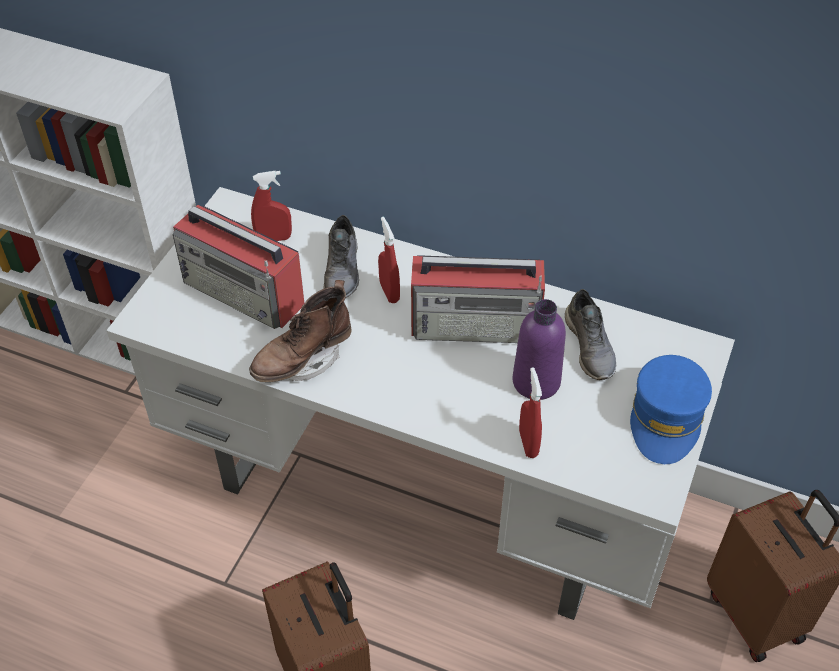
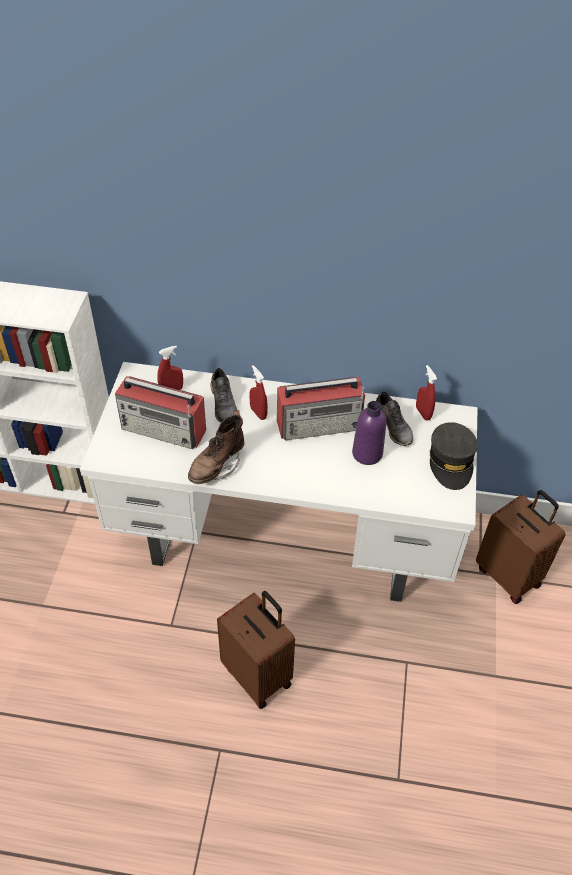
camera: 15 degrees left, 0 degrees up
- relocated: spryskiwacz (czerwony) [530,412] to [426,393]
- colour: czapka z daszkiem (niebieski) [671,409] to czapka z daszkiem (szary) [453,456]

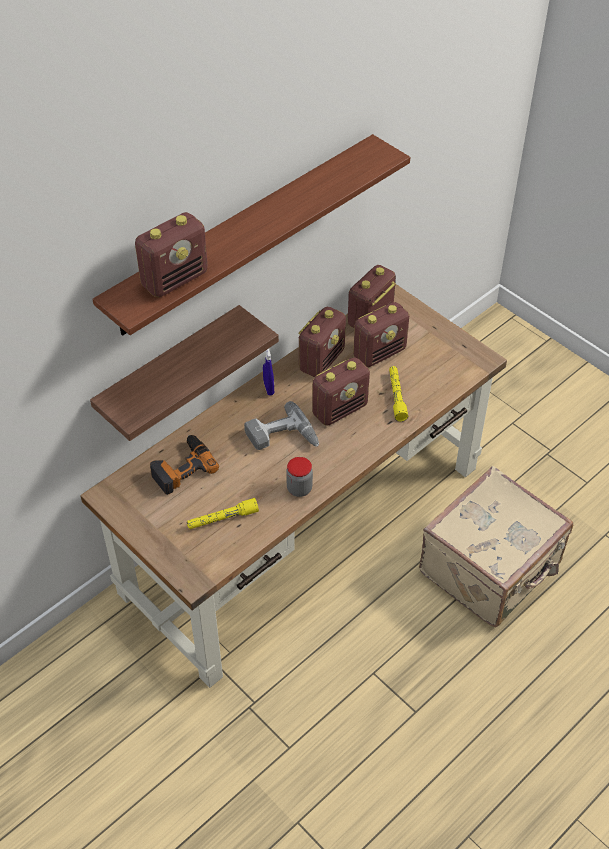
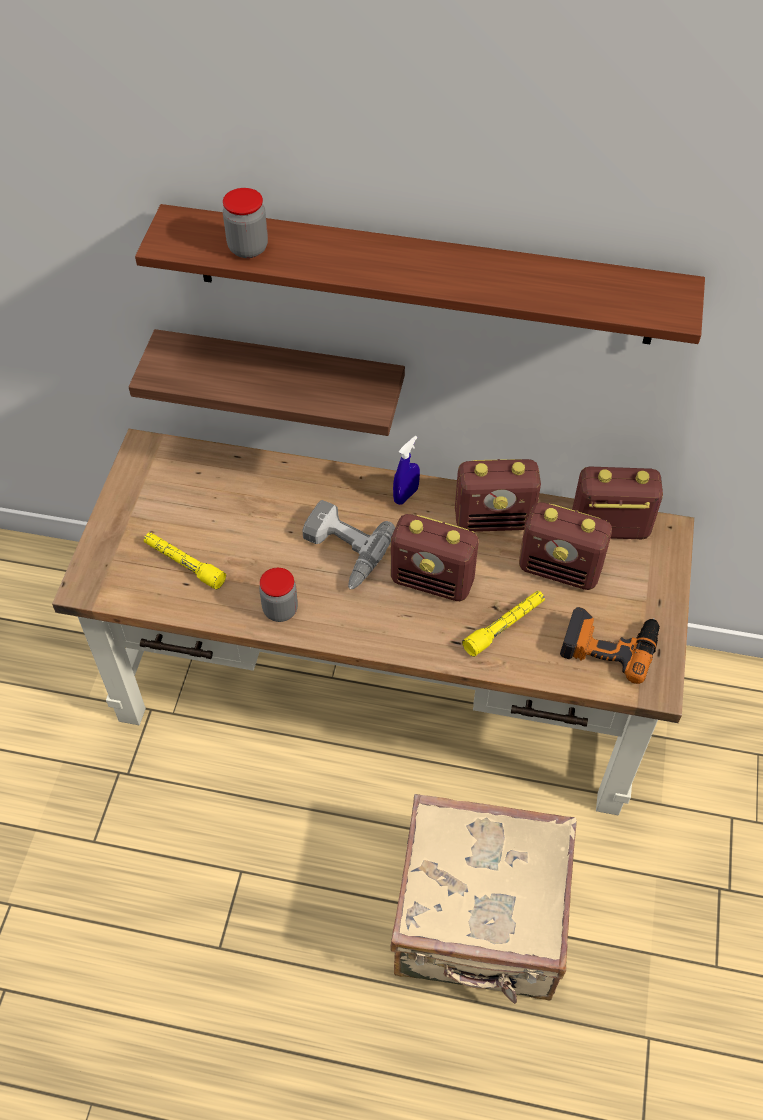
camera: 55 degrees right, 5 degrees up
- exchanged: radio [171,254] to słoik [245,223]
- relocated: wiertarka [184,465] to [610,645]

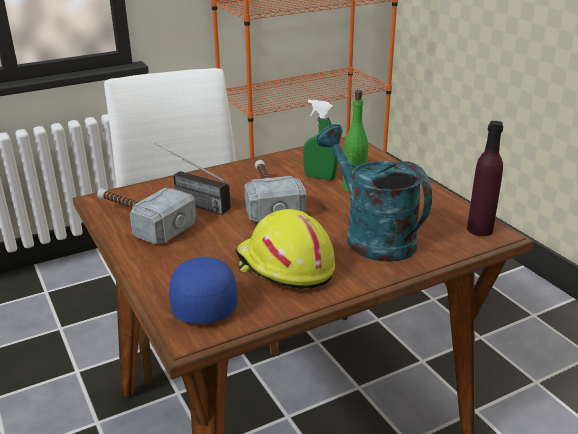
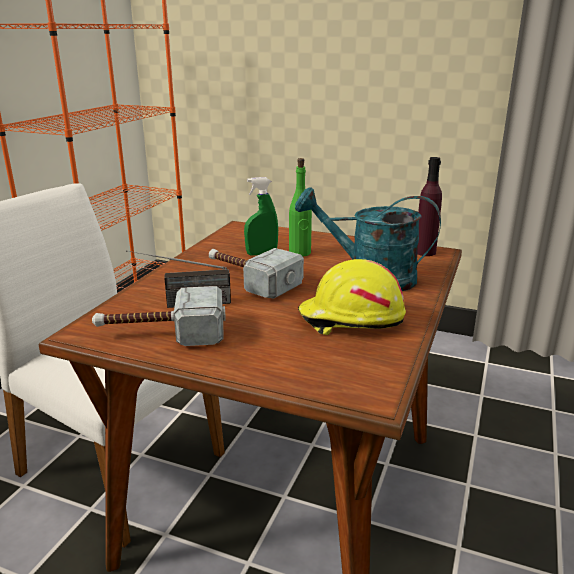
camera: 40 degrees left, 5 degrees down
- missing: czapka z daszkiem (niebieski) [203,290]

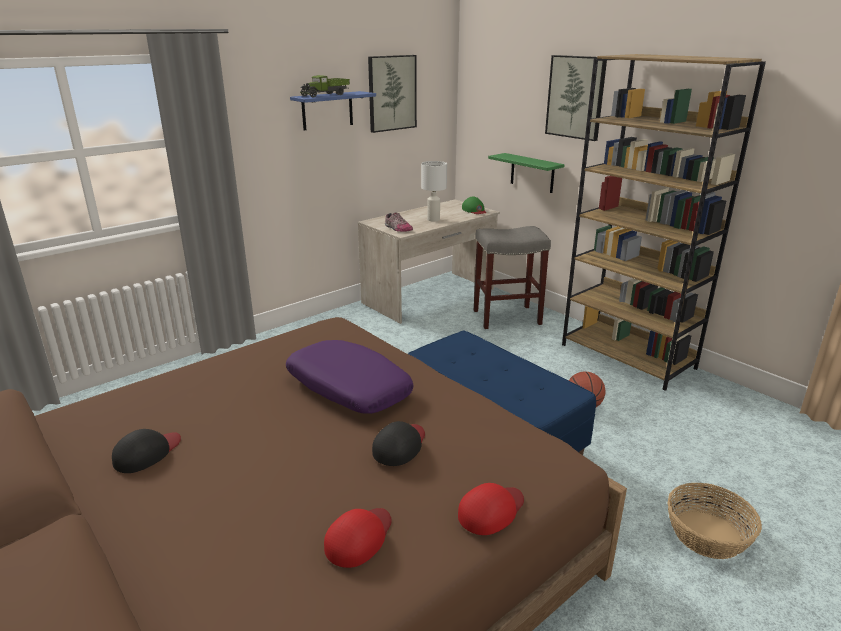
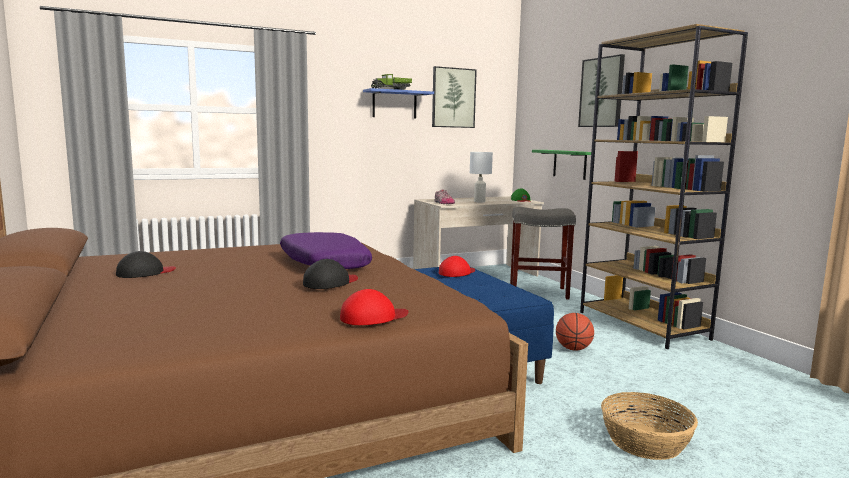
camera: 15 degrees right, 15 degrees down
- relocated: czapka z daszkiem (czerwony) [358,538] to [457,266]

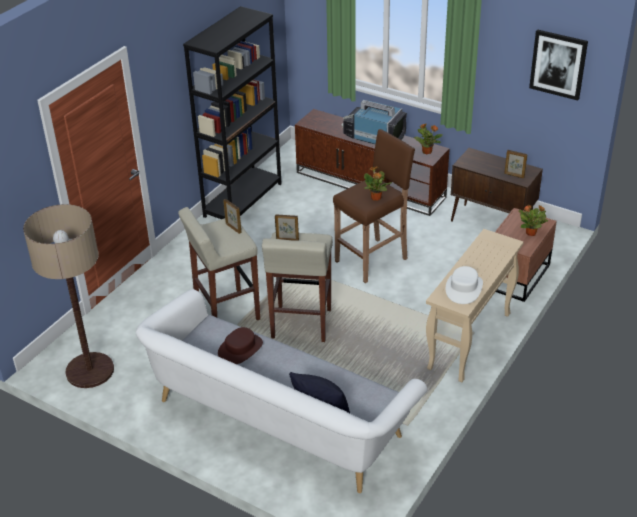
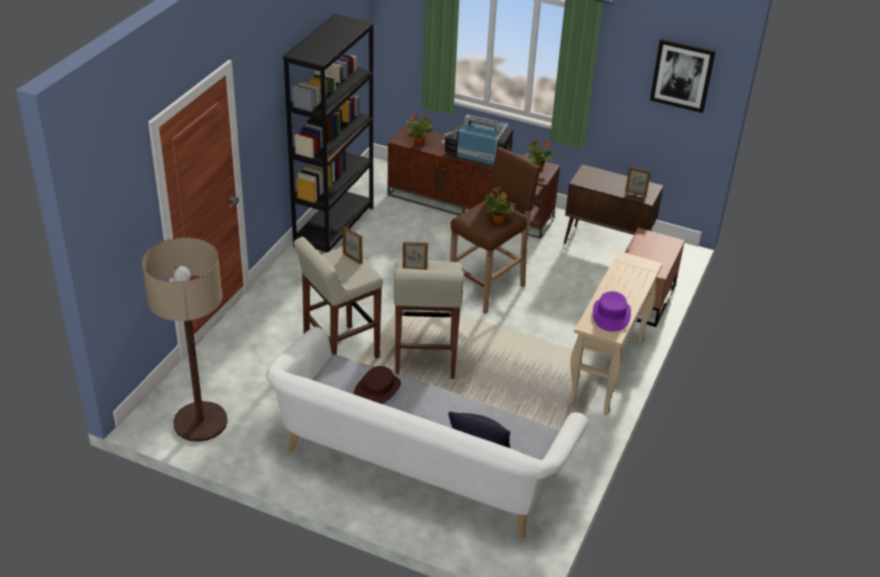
camera: 10 degrees left, 0 degrees up
- relocated: roślina doniczkowa [533,220] to [419,129]
- colour: kapelusz (biały) [464,285] to kapelusz (fioletowy) [612,311]

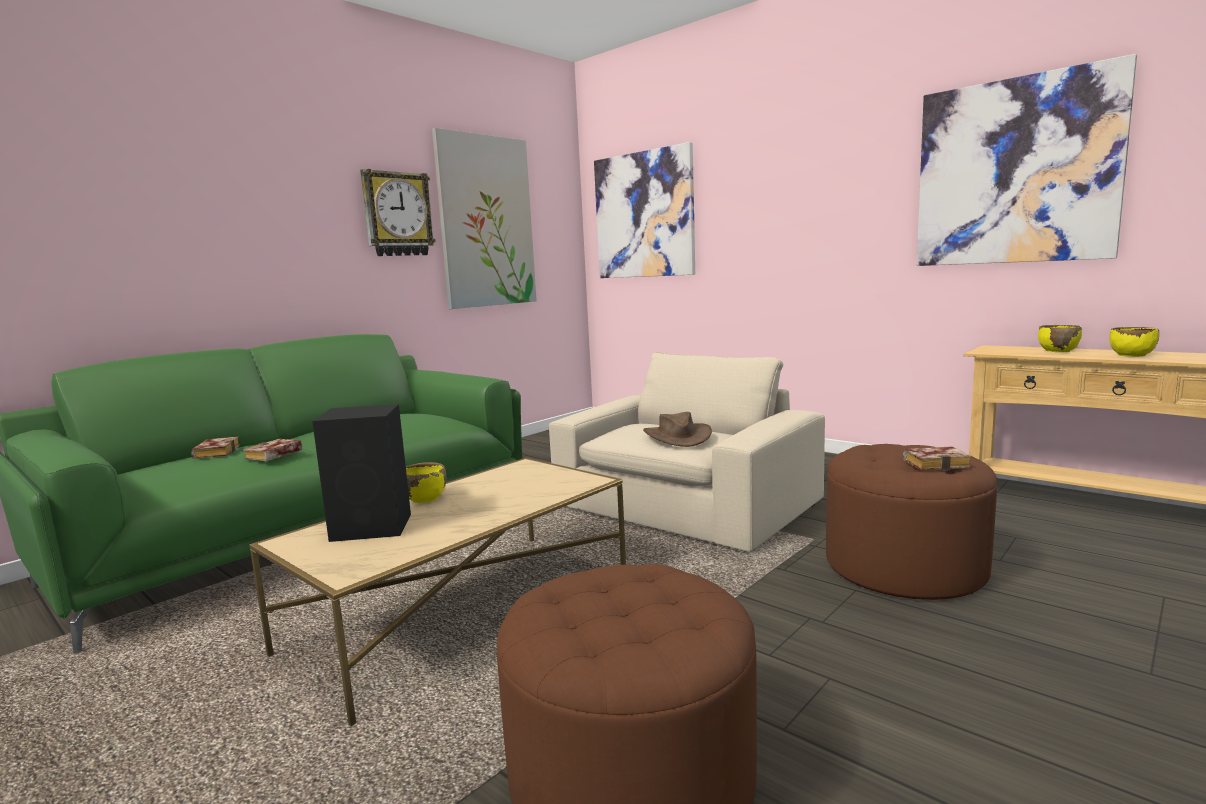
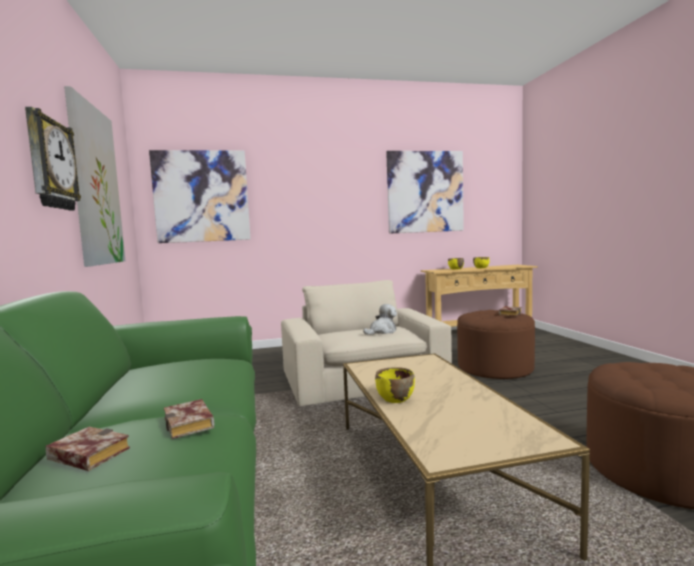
camera: 55 degrees left, 5 degrees down
- exchanged: kapelusz (brązowy) [677,429] to pluszak [380,319]
- missing: głośnik (czarny) [361,473]

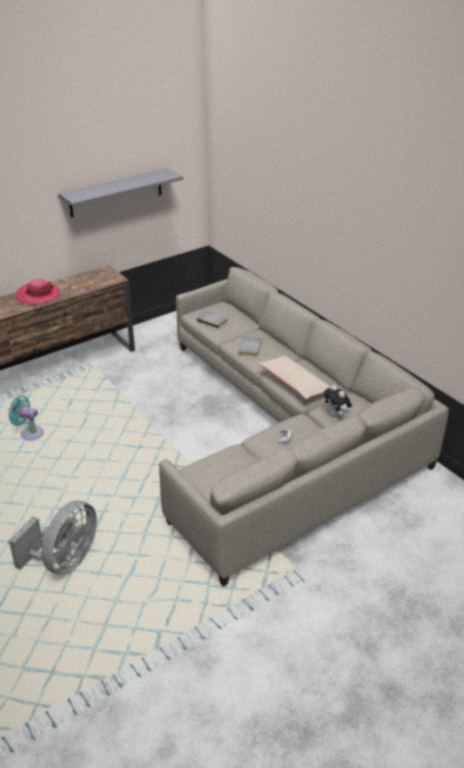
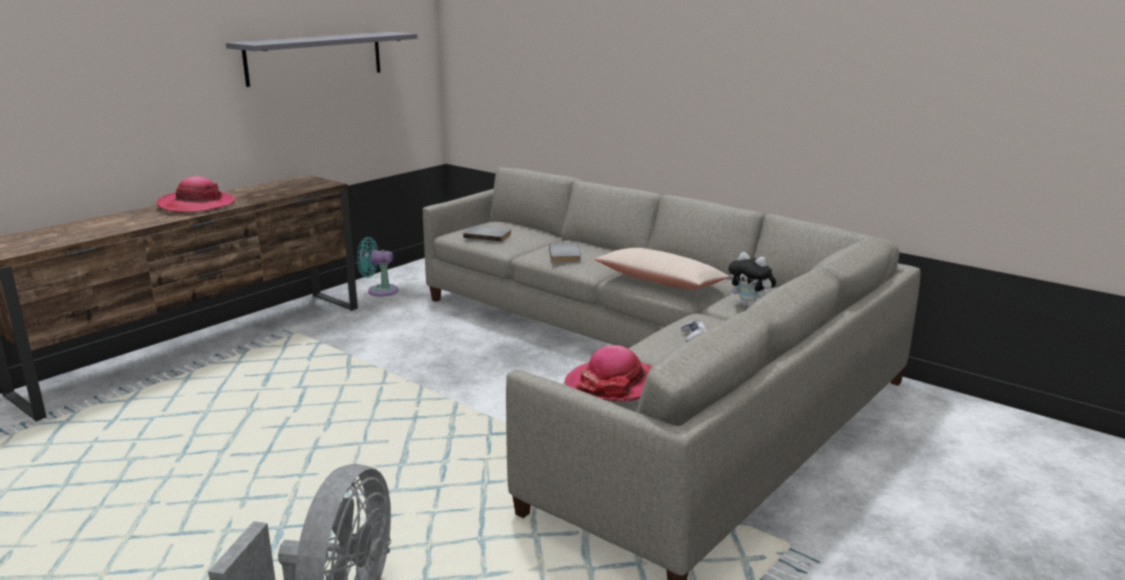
camera: 15 degrees left, 15 degrees down
- relocated: wentylator (turkusowy) [26,417] to [378,266]
- appeared: kapelusz [609,373]

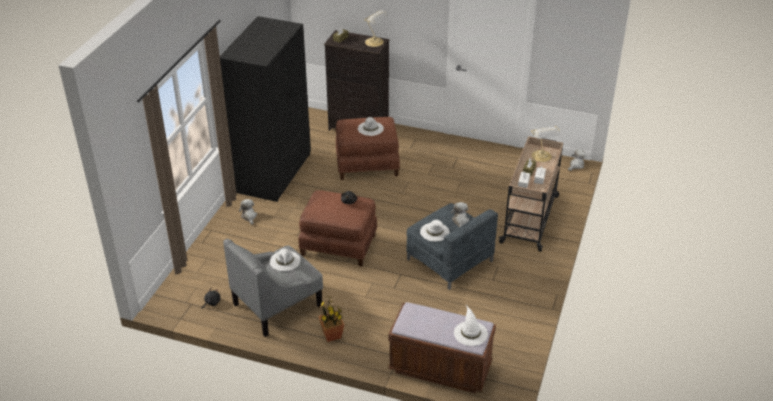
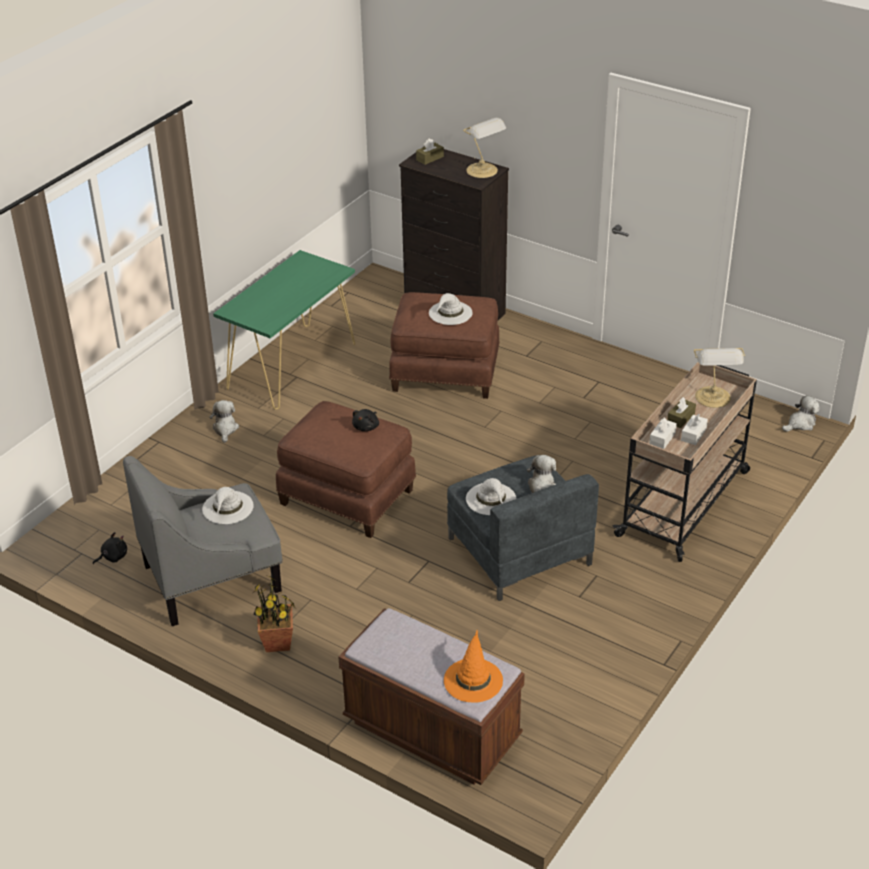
camera: 15 degrees right, 0 degrees up
- exchanged: szafa (czarny) [265,109] to stolik konsolowy (zielony) [284,330]
- colour: kapelusz (biały) [471,325] to kapelusz (pomarańczowy) [473,666]

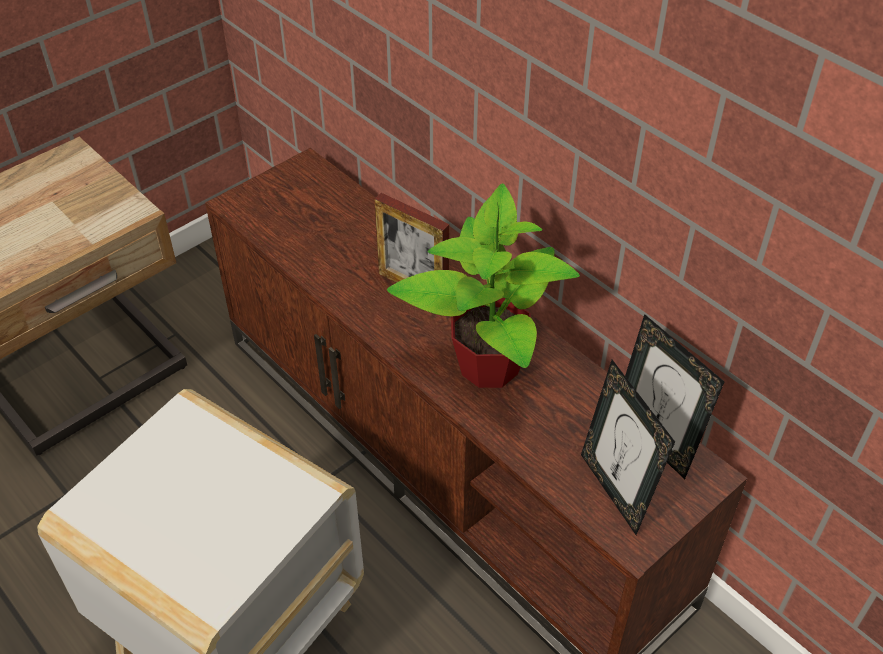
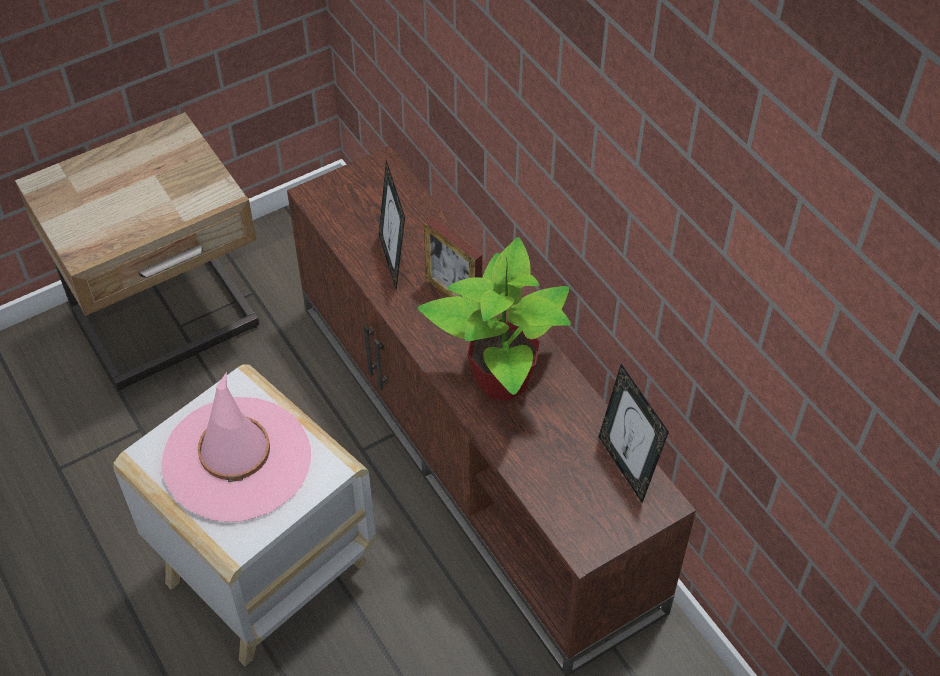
camera: 10 degrees right, 5 degrees up
- appeared: kapelusz (różowy) [236,447]
- relocated: ramka na zdjęcie [628,447] to [392,225]

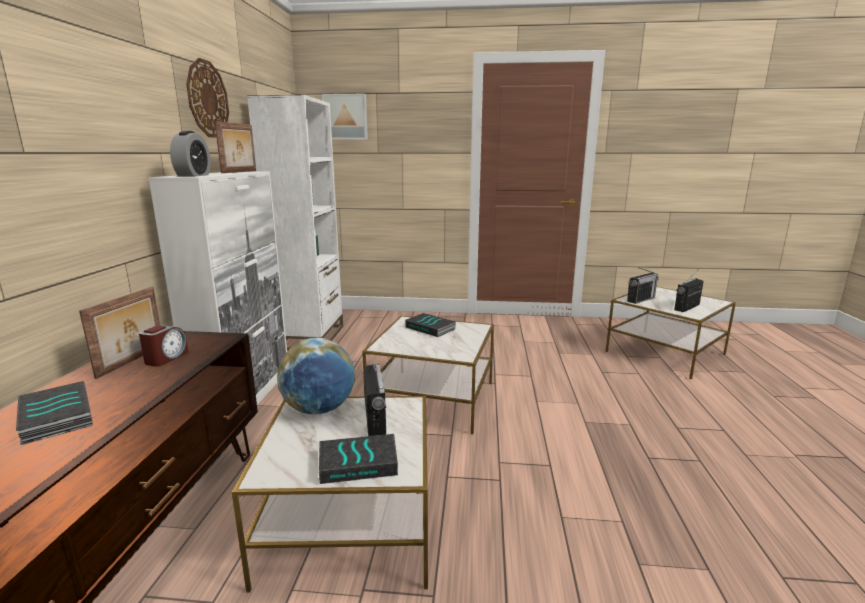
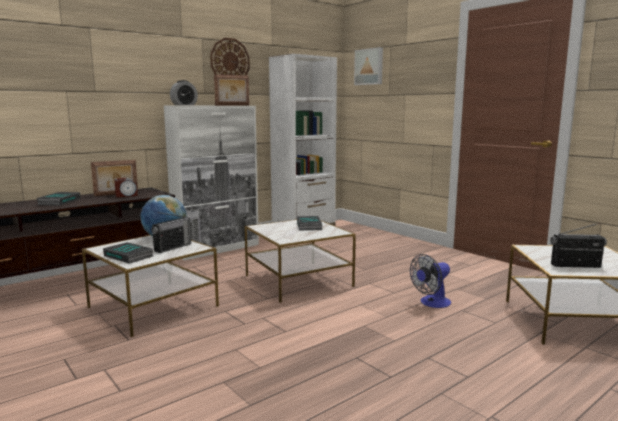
camera: 45 degrees right, 5 degrees down
- appeared: wentylator [430,281]
- missing: radio [643,285]

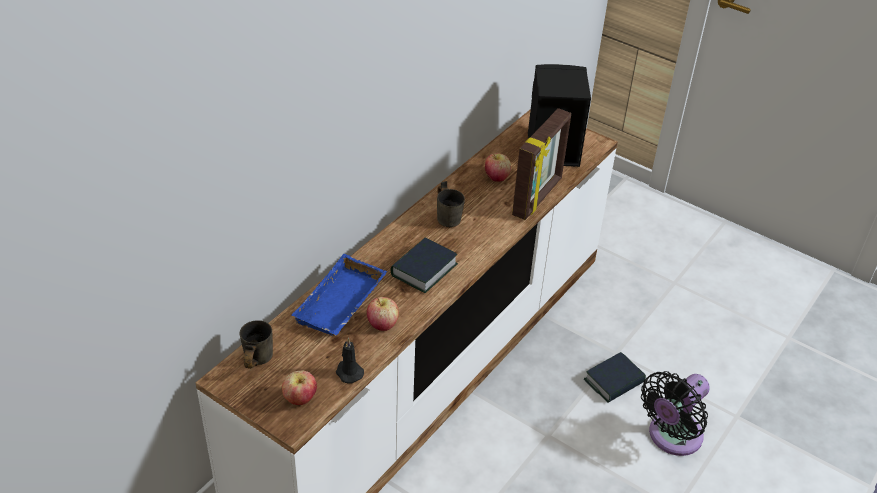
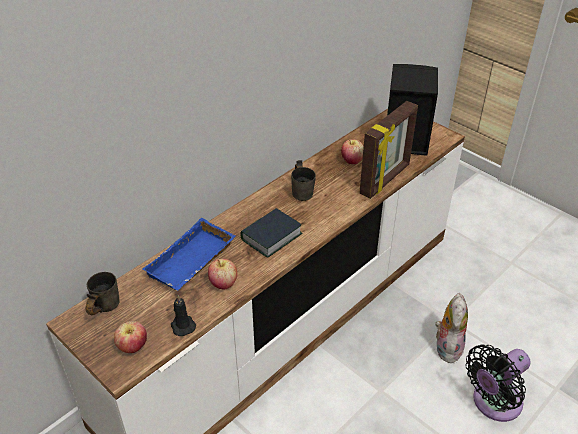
camera: 10 degrees right, 0 degrees up
- exchanged: książka [615,377] to pluszak [451,328]

